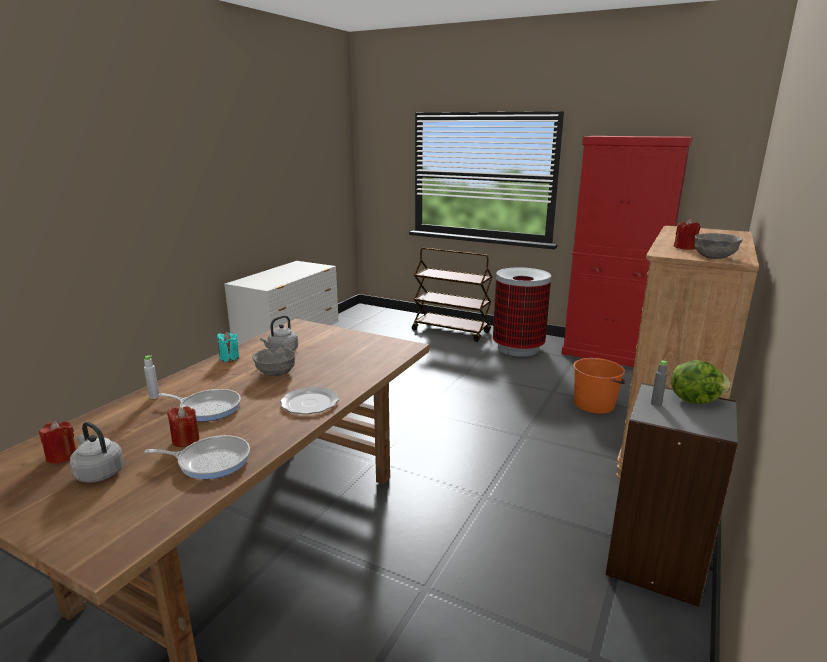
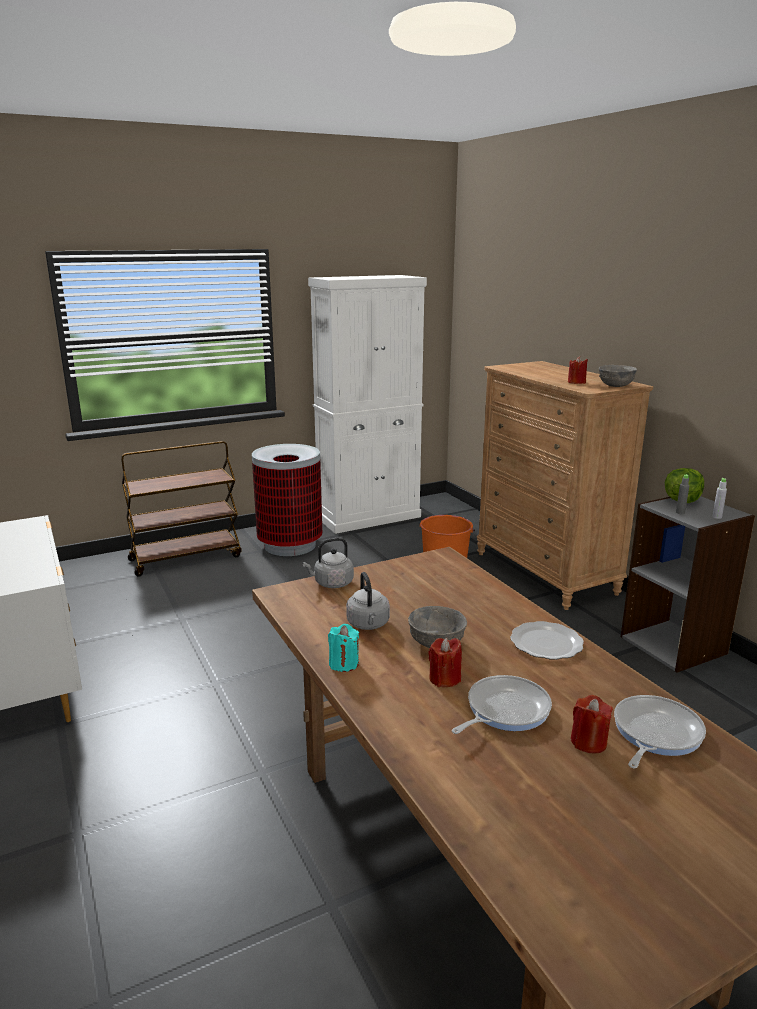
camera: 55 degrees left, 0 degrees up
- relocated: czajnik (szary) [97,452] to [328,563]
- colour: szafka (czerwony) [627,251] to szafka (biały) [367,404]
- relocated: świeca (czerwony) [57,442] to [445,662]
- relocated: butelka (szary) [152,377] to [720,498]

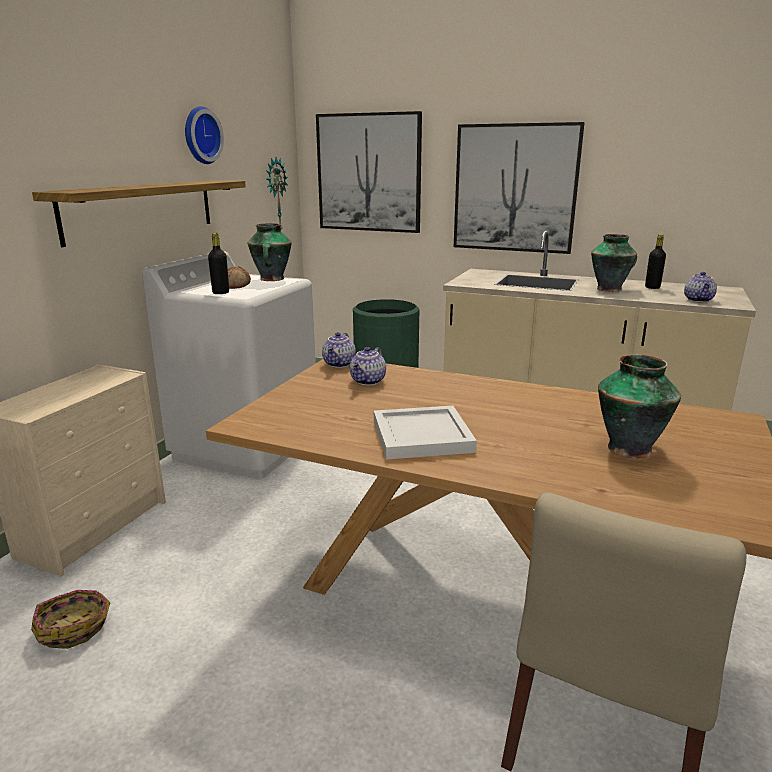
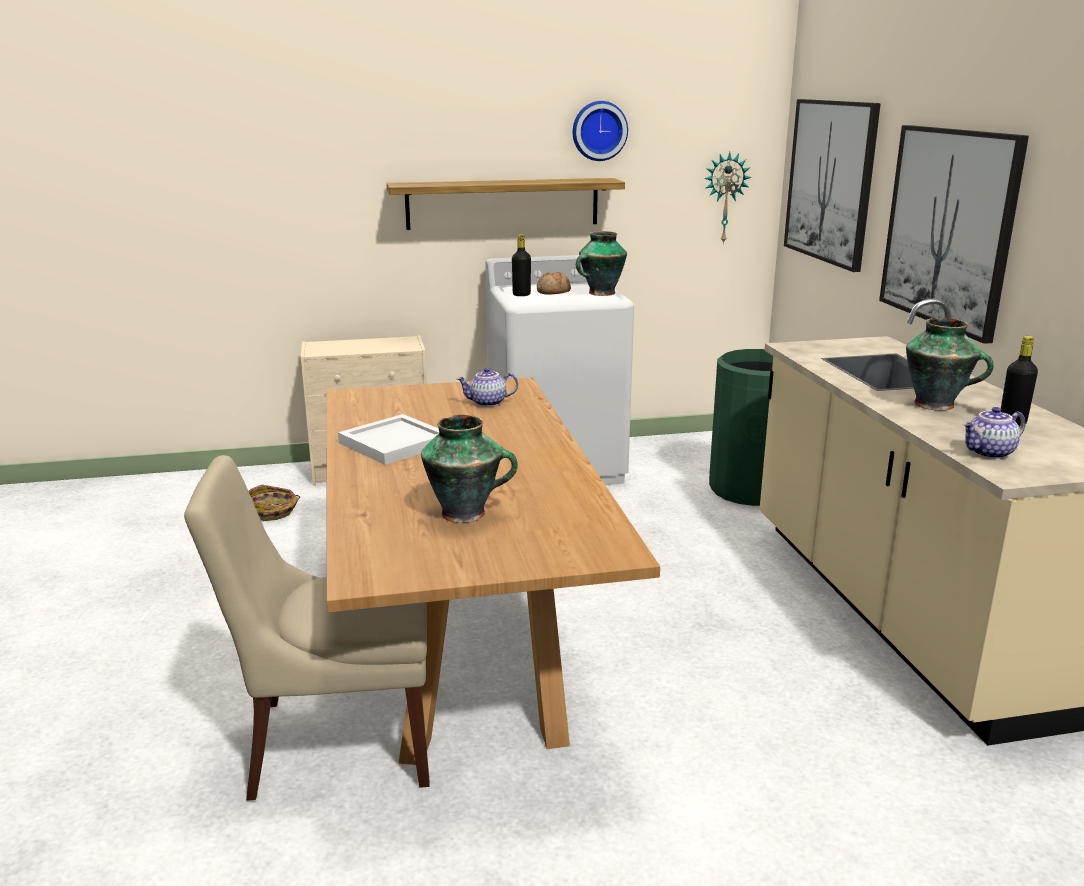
camera: 55 degrees right, 0 degrees up
- missing: imbryk [339,350]

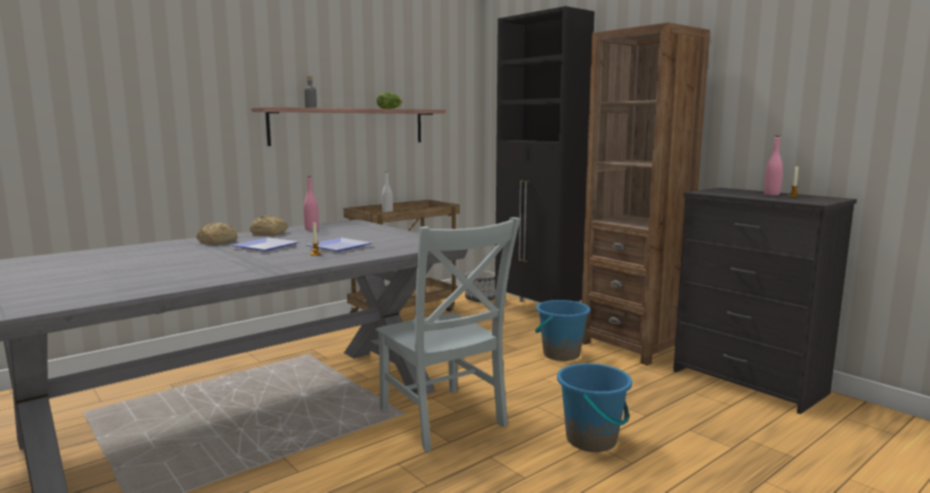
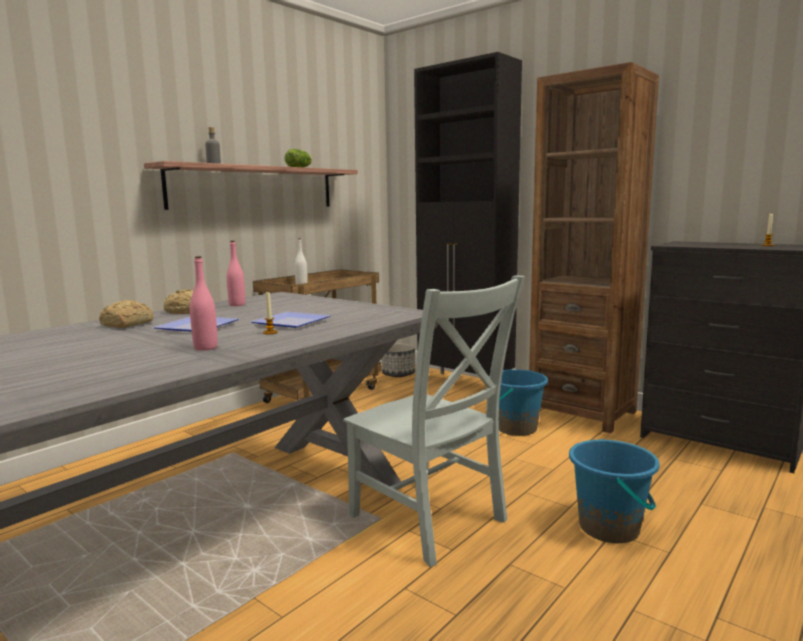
camera: 10 degrees left, 0 degrees up
- relocated: butelka (różowy) [773,166] to [204,303]

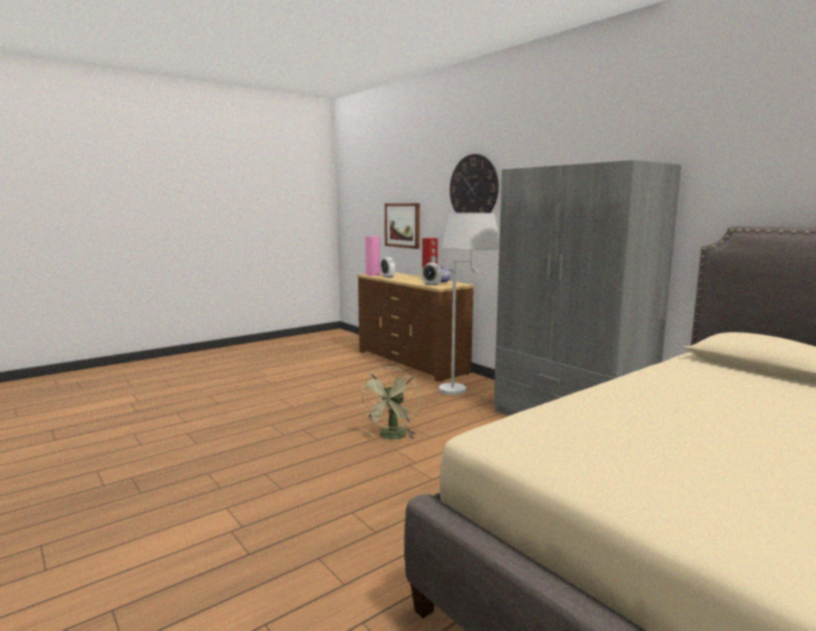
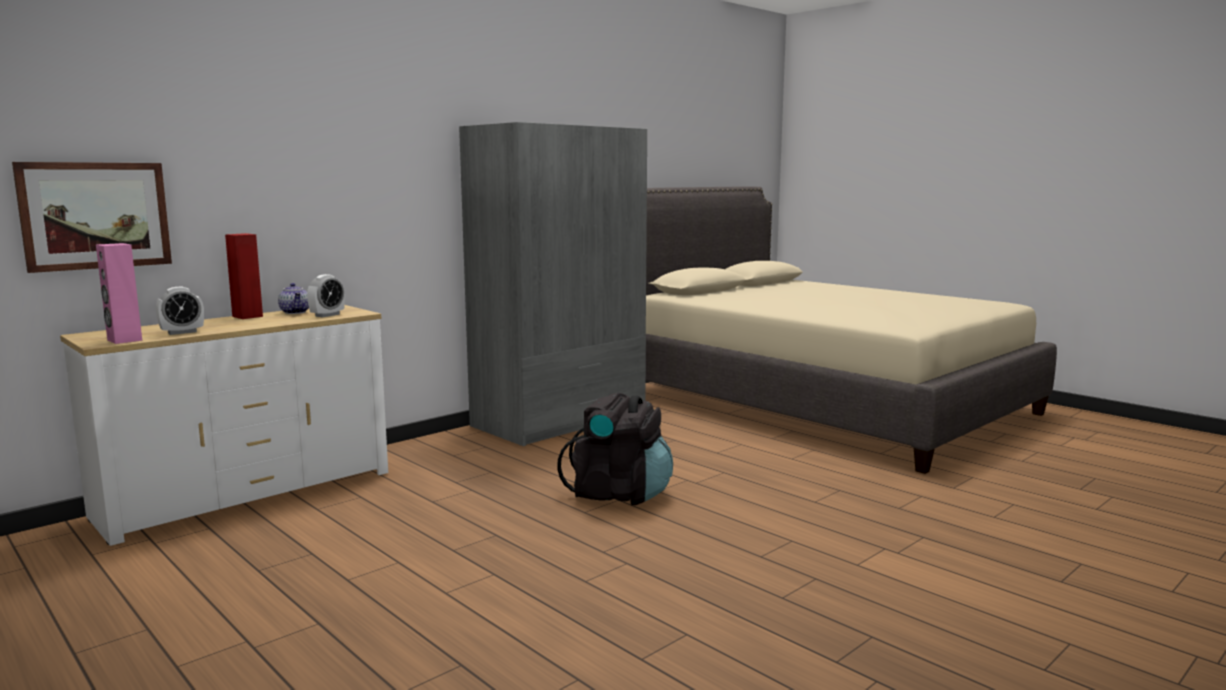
camera: 95 degrees left, 0 degrees up
- colour: komoda (brązowy) [415,327] to komoda (biały) [224,425]
- exchanged: wentylator (zielony) [389,403] to plecak (czarny) [615,449]
- missing: lampa stojąca (biały) [469,304]
- missing: zegar ścienny [474,183]

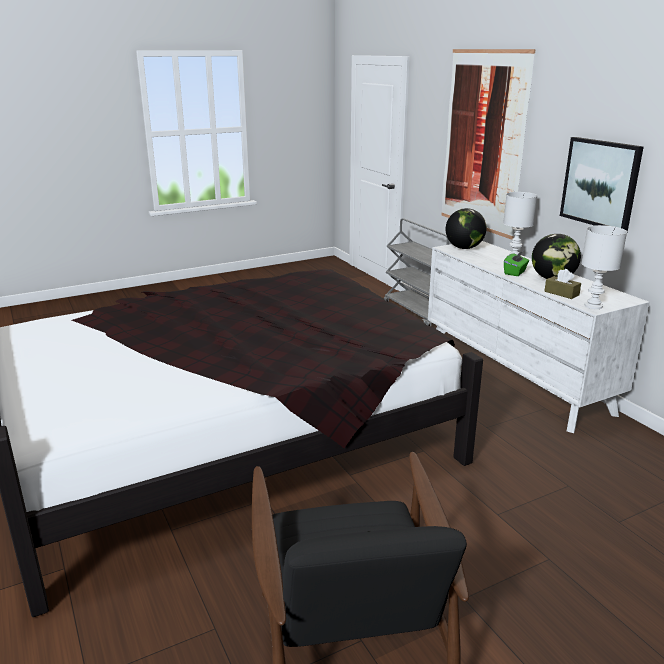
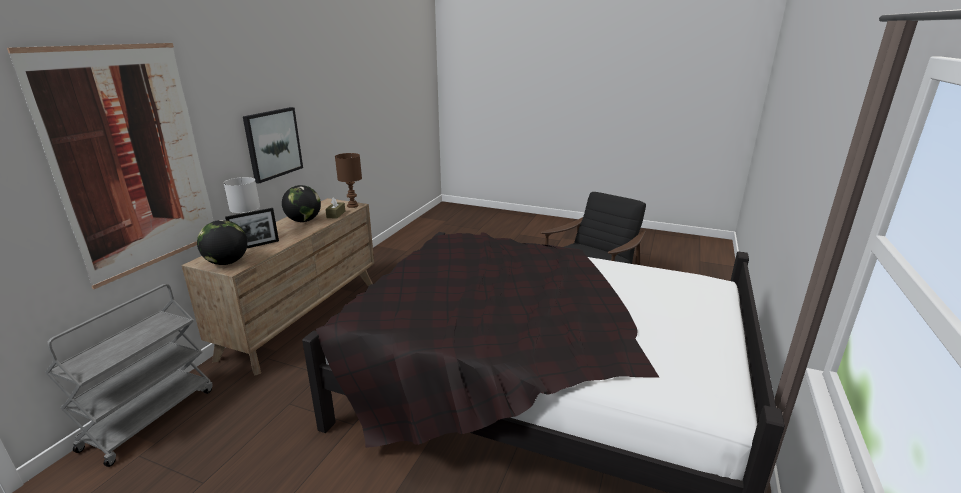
camera: 130 degrees left, 0 degrees up
- colour: komoda (biały) [539,337] to komoda (brązowy) [277,286]
- appeared: ramka na zdjęcie [252,228]
- colour: lampa stołowa (biały) [604,267] to lampa stołowa (brązowy) [348,180]
- missing: pudełko chusteczek (zielony) [516,263]

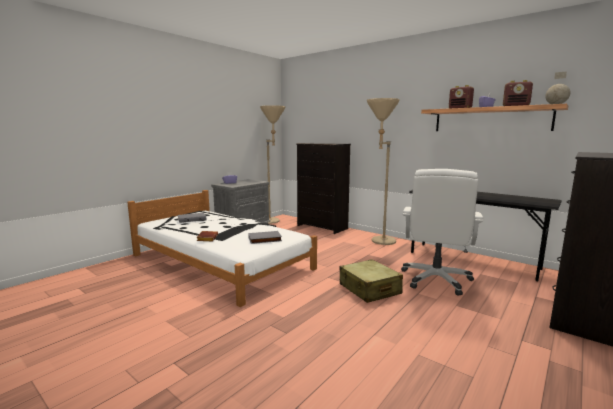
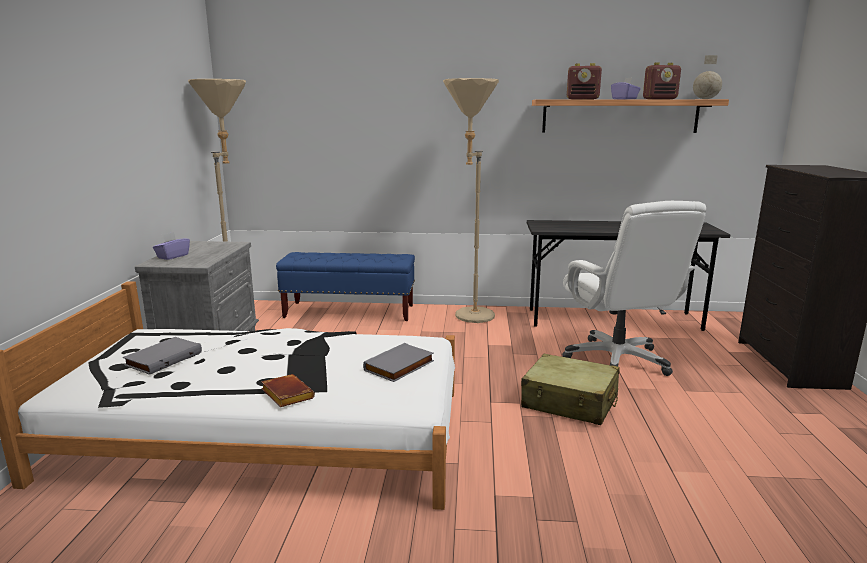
camera: 35 degrees left, 5 degrees up
- exchanged: komoda (czarny) [323,188] to ławka (niebieski) [345,286]

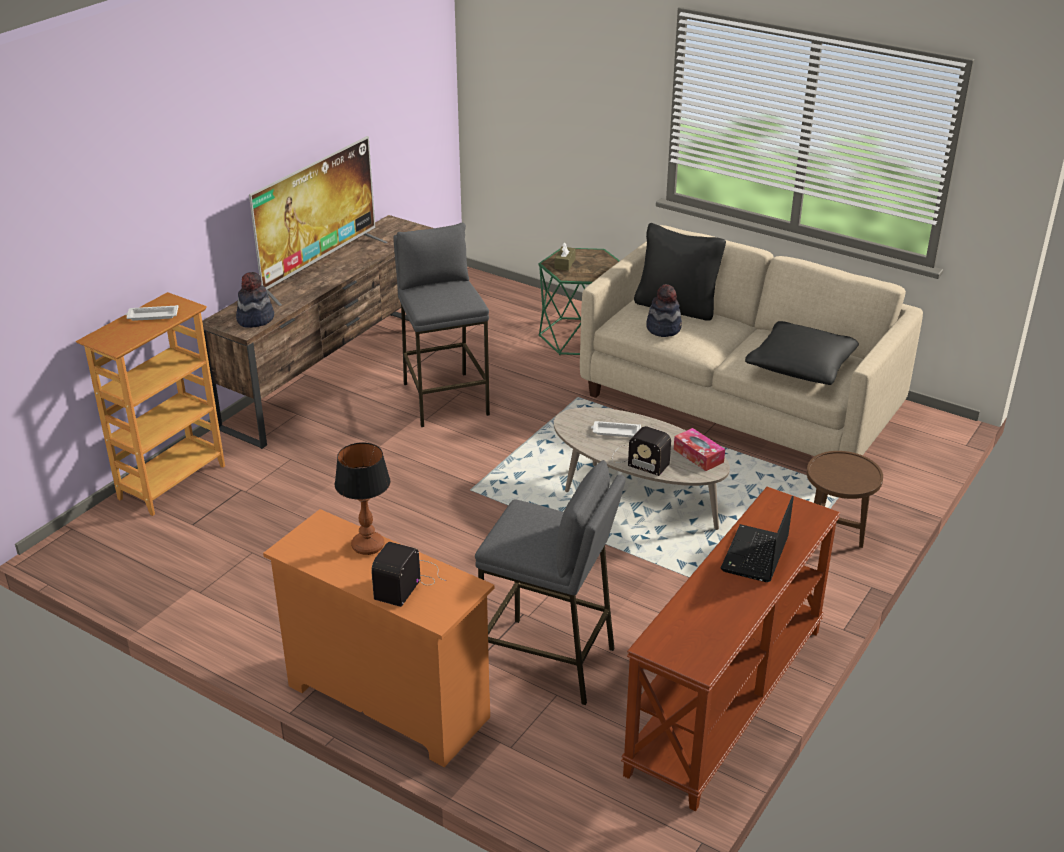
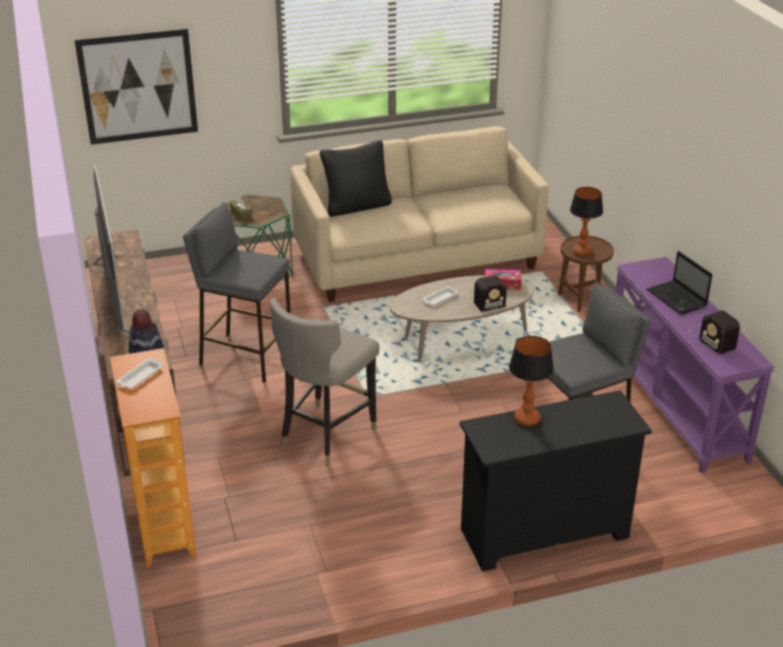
camera: 50 degrees left, 0 degrees up
- appeared: obraz [136,87]
- appeared: stołek (szary) [325,382]
- colour: komoda (pomarańczowy) [378,638] to komoda (czarny) [556,481]
- appeared: lampa stołowa [586,221]
- colour: stolik konsolowy (brązowy) [730,649] to stolik konsolowy (fioletowy) [695,365]
- relocated: radio [408,574] to [714,332]
- missing: kapelusz [664,310]
- missing: poduszka (czarny) [802,353]

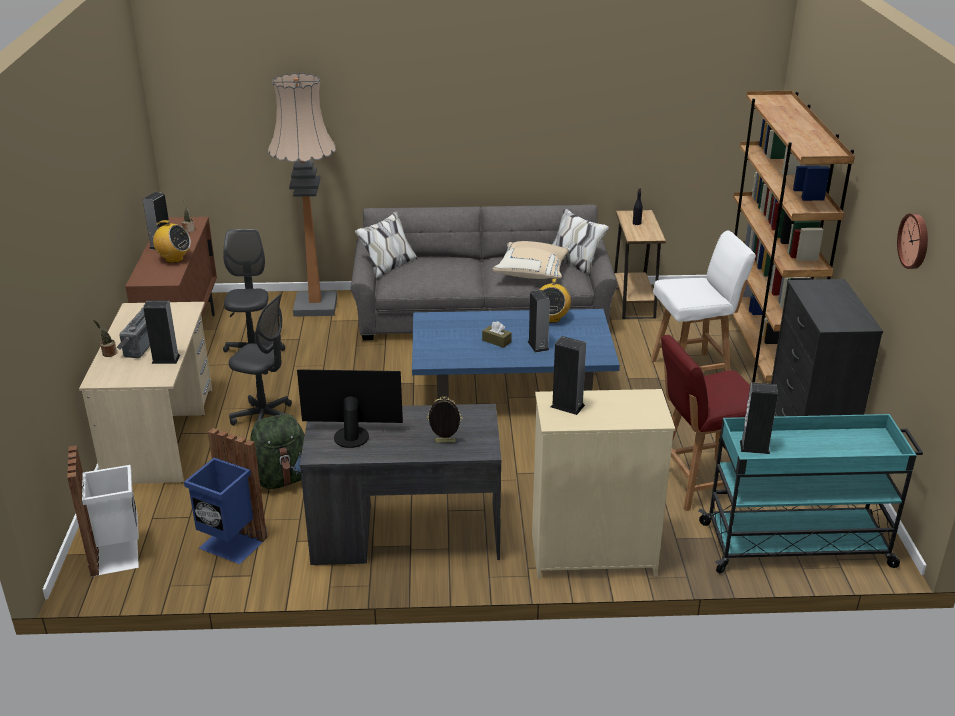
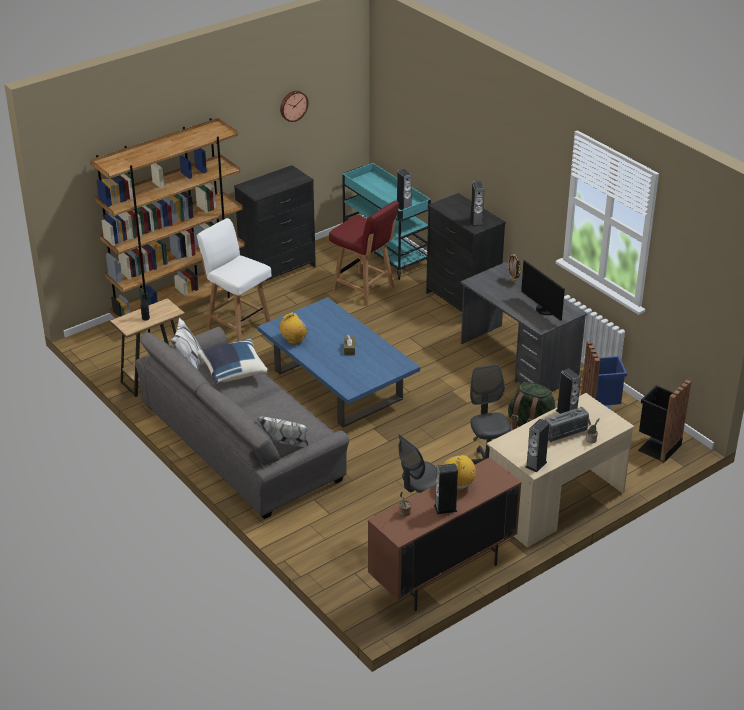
camera: 125 degrees left, 5 degrees up
- colour: poduszka (beżowy) [531,260] to poduszka (niebieski) [233,361]
- colour: komoda (beżowy) [603,484] to komoda (czarny) [466,252]
- relocated: głośnik [539,321] to [537,446]
- colour: kosz na śmieci (biały) [103,511] to kosz na śmieci (czarny) [665,421]
- missing: lampa stojąca [302,195]

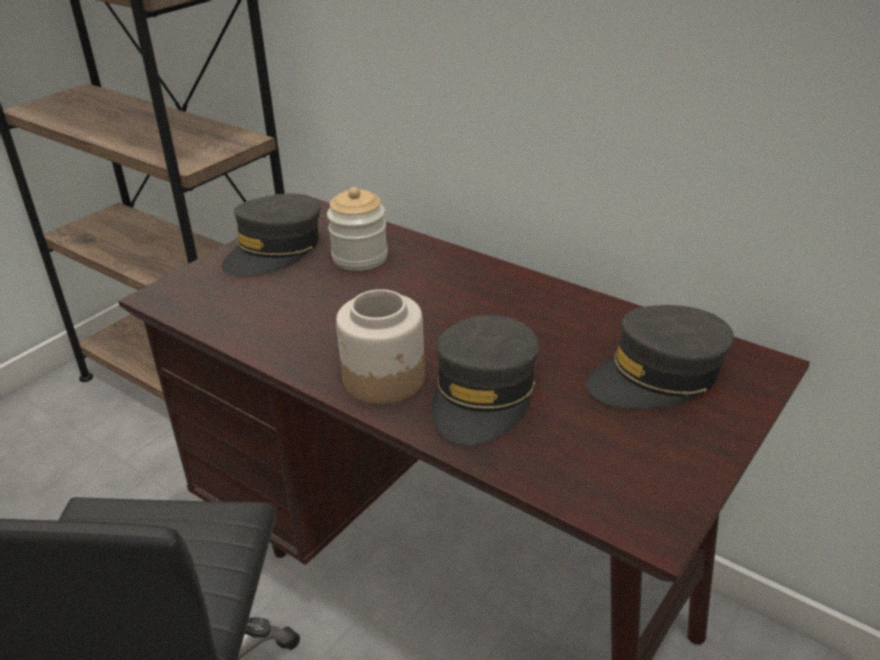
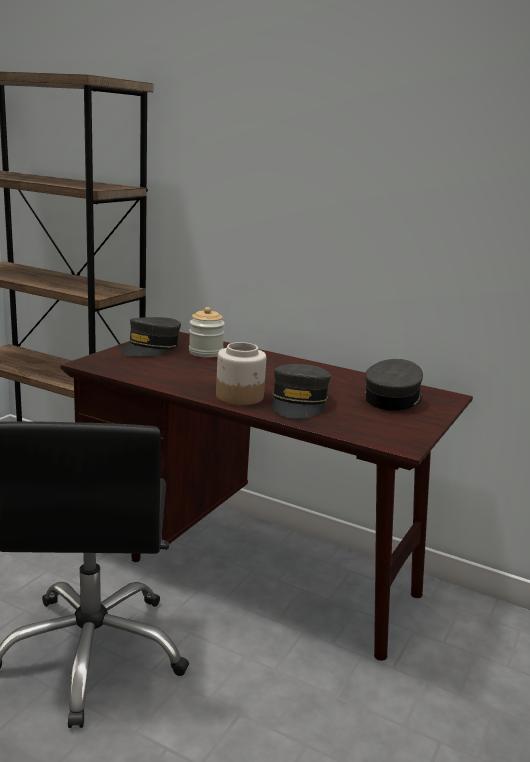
camera: 10 degrees left, 15 degrees down
- spun: czapka z daszkiem (szary) [660,357] = [394,385] 150 degrees clockwise

